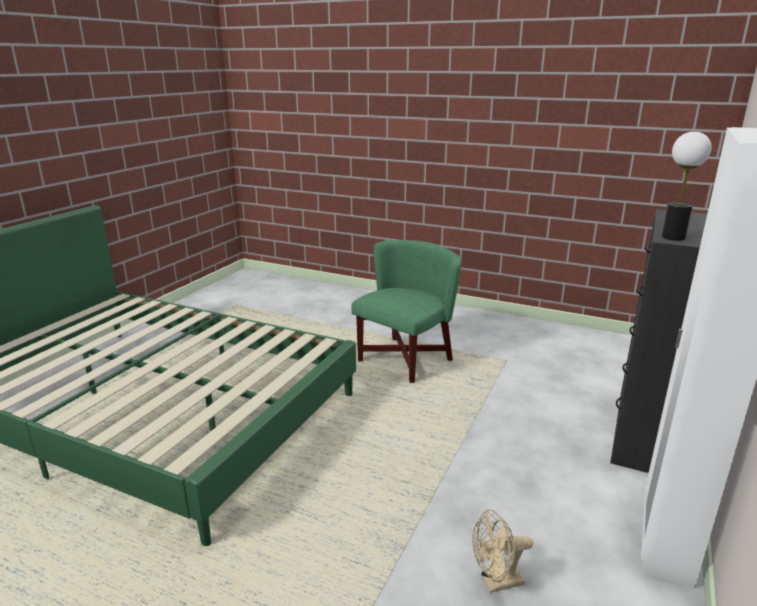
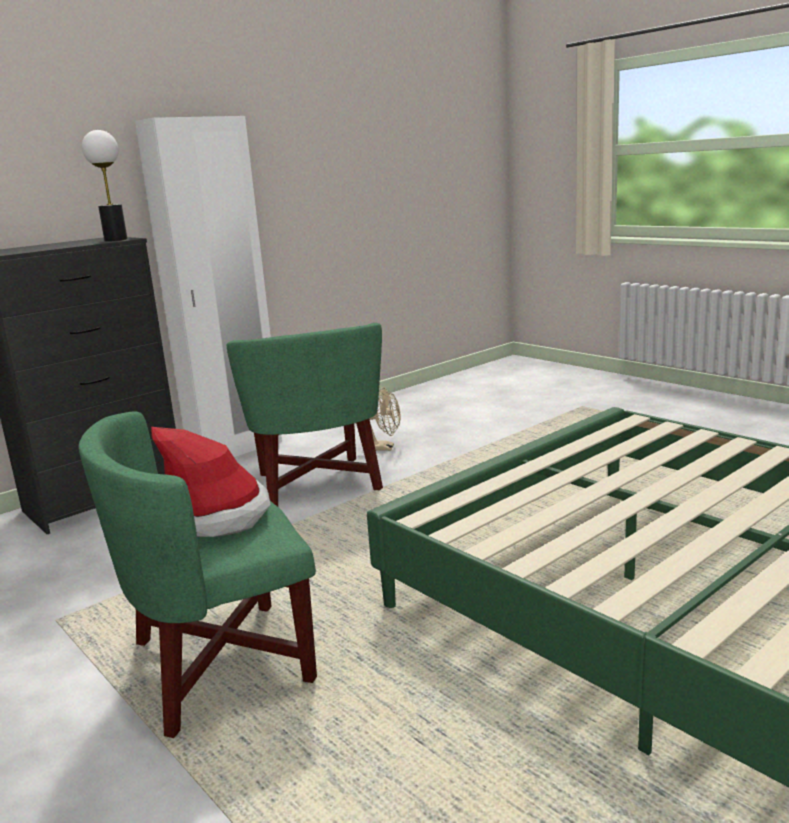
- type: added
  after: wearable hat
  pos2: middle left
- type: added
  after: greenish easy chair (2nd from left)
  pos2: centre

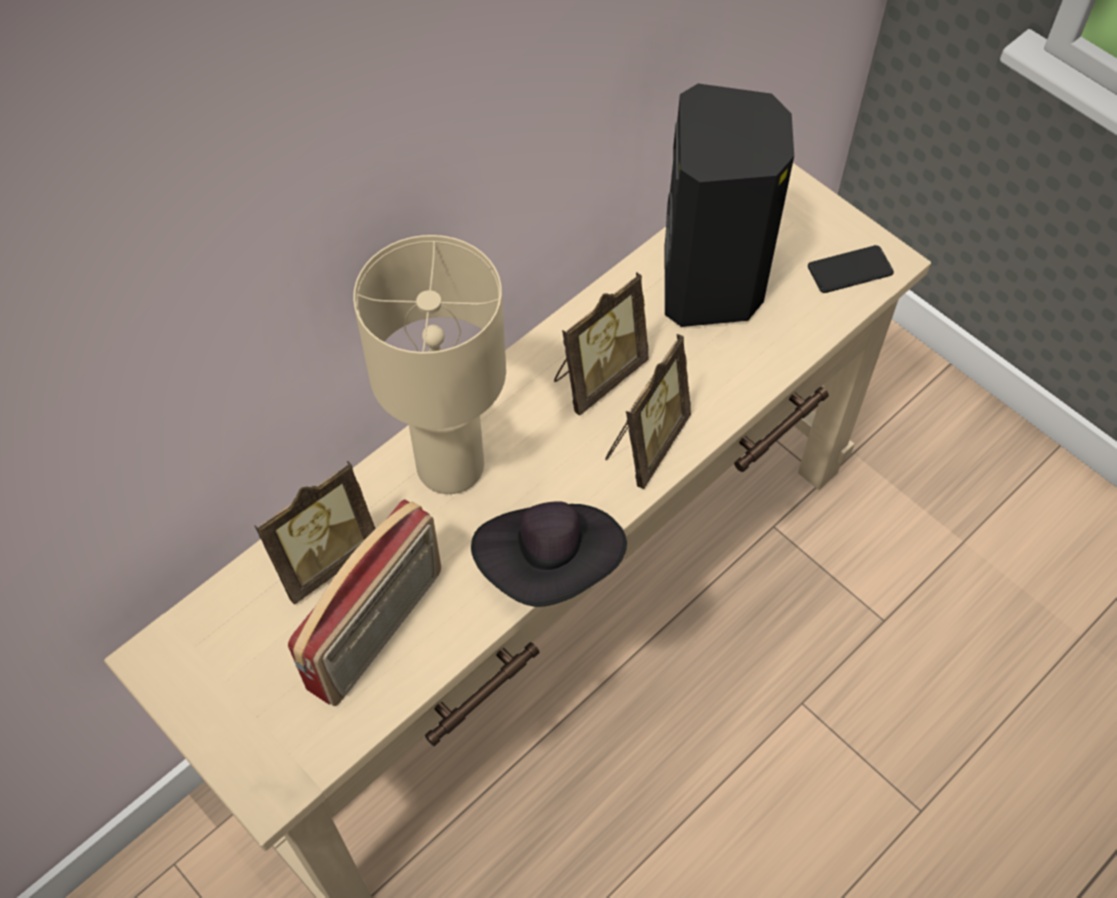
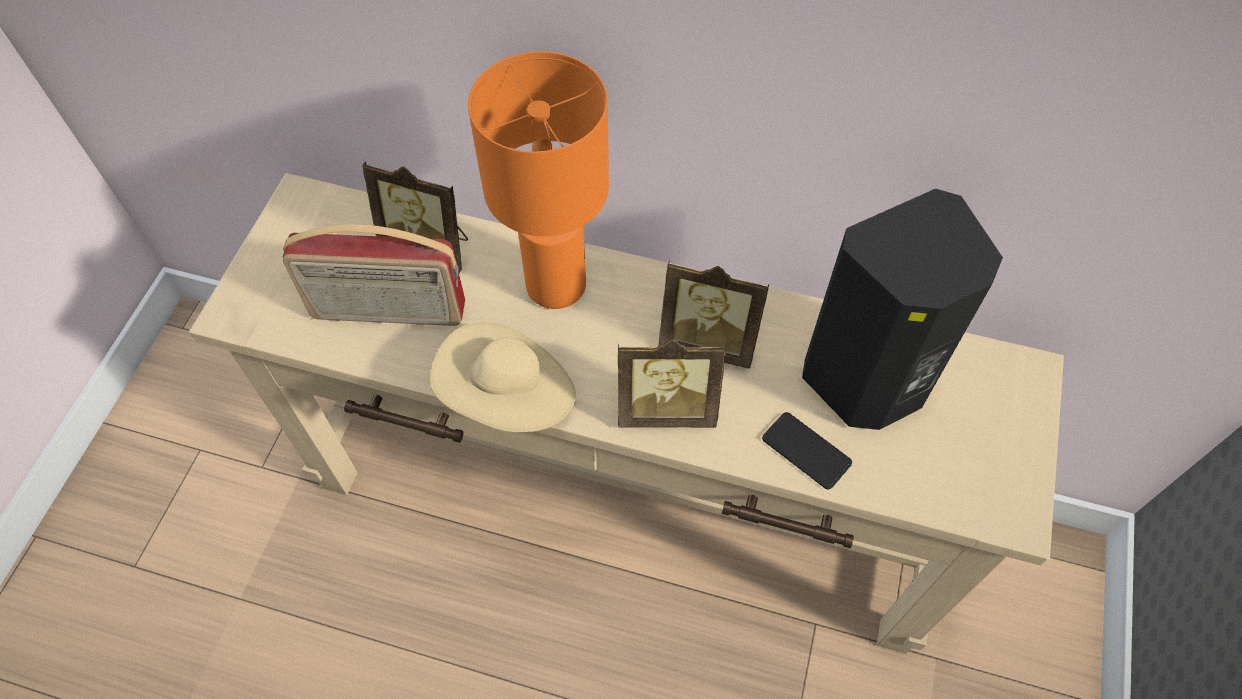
- type: moved
  before: handset
  pos1: top right
  pos2: centre
- type: recoloured
  before: sand-coloured tabletop lamp
  after: orangey tabletop lamp
  pos1: centre
  pos2: top centre
- type: recoloured
  before: black-coloured wearable hat
  after: sand-coloured wearable hat
  pos1: centre
  pos2: centre

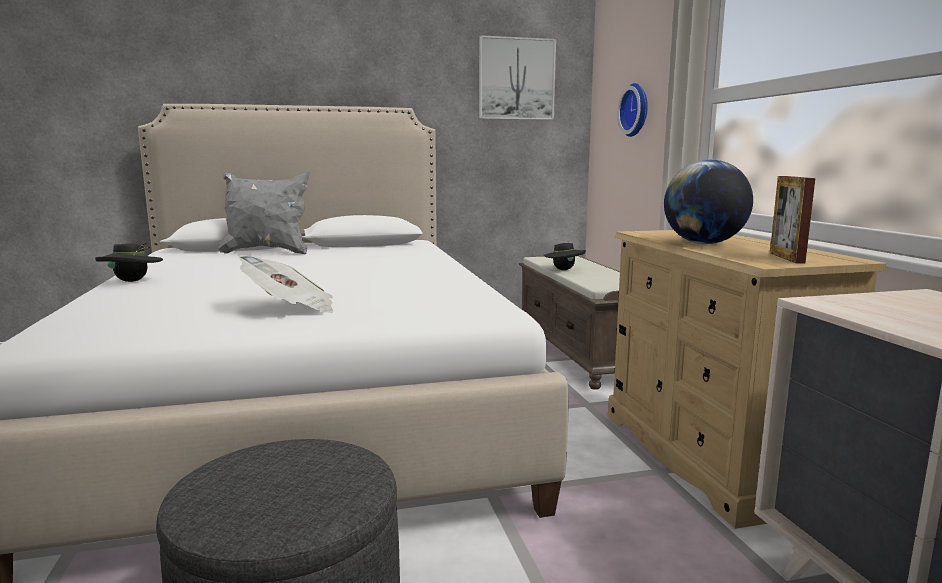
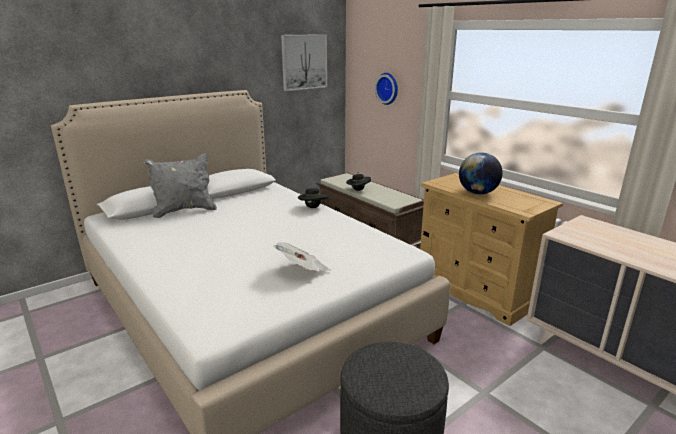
- type: removed
  before: photo frame
  pos1: middle right
- type: moved
  before: black-coloured wearable hat (1st from left)
  pos1: middle left
  pos2: centre

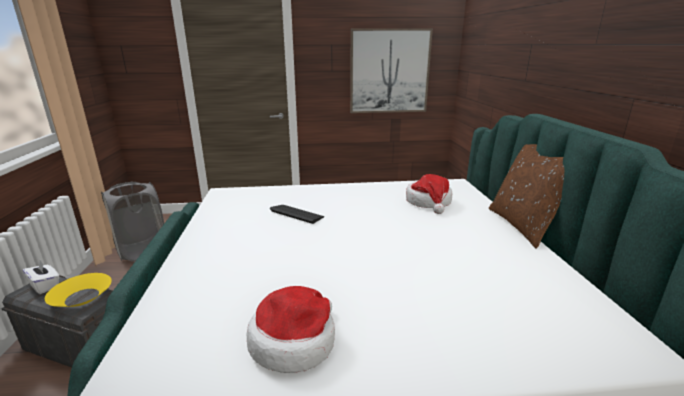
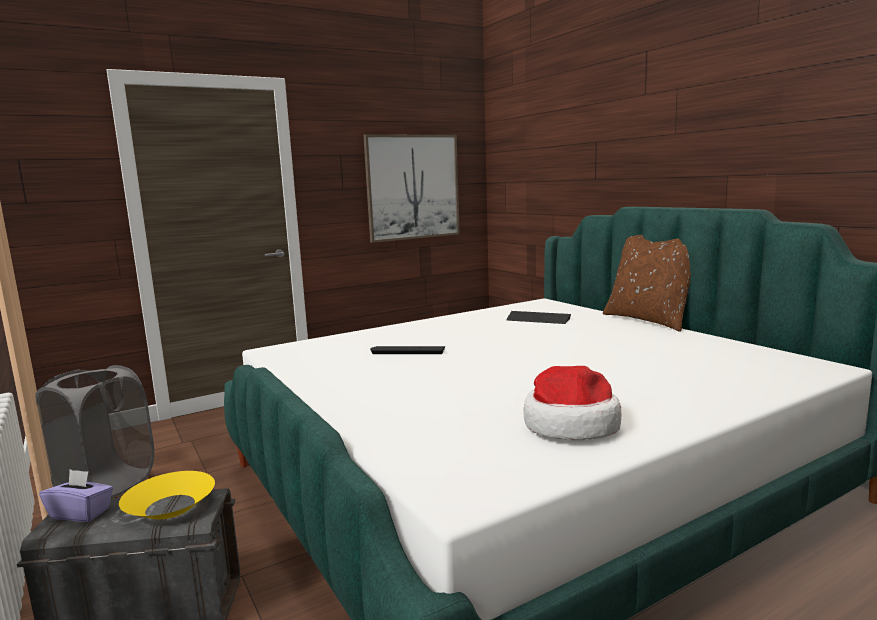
- type: replaced
  before: wearable hat (2nd from left)
  after: keyboard (2nd from left)
  pos1: centre
  pos2: centre
- type: recoloured
  before: whitish box of tissues
  after: purple box of tissues
  pos1: bottom left
  pos2: bottom left

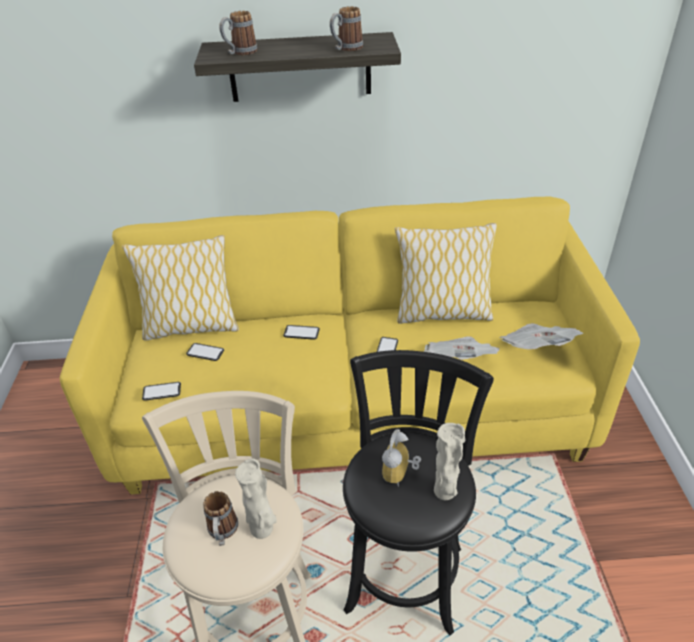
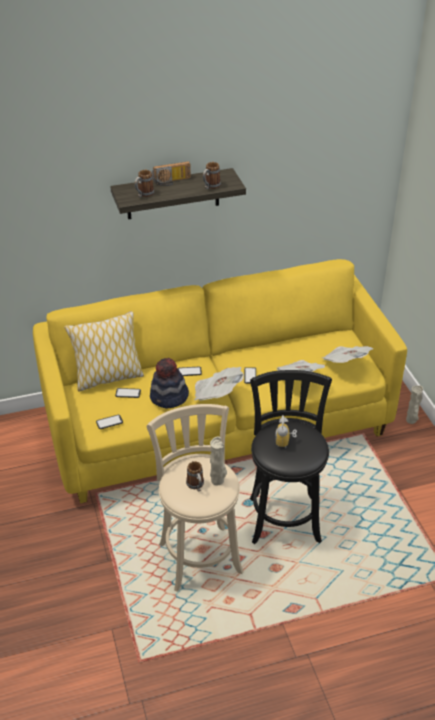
- type: removed
  before: pillow (2nd from left)
  pos1: centre
- type: added
  after: wearable hat
  pos2: centre
- type: added
  after: radio set
  pos2: top centre
- type: added
  after: printed paper (1st from left)
  pos2: centre
- type: moved
  before: sand-coloured decorative vase (2nd from left)
  pos1: bottom centre
  pos2: middle right

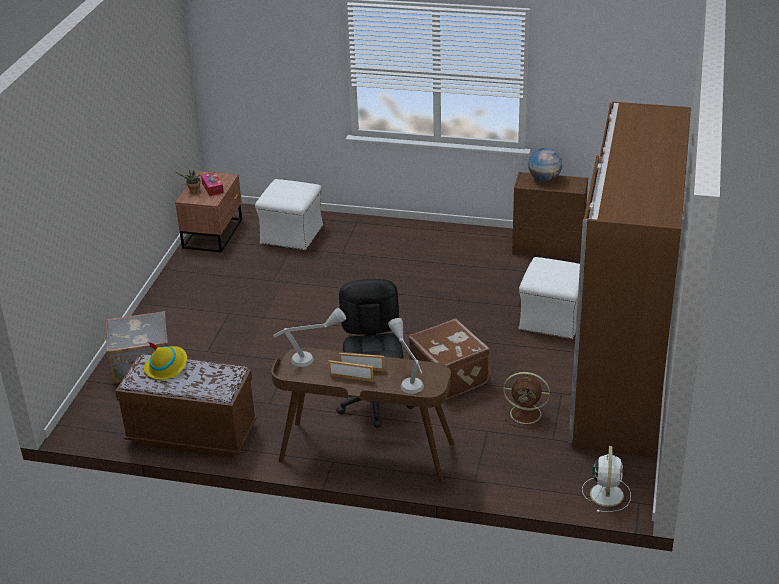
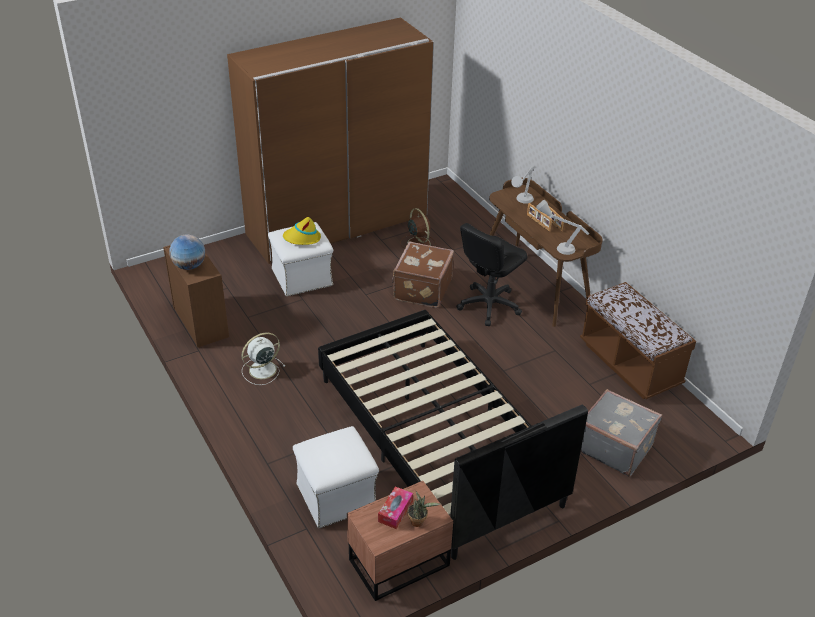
- type: added
  after: black-coloured sleeping bed
  pos2: bottom centre
- type: moved
  before: yellow-coloured wearable hat
  pos1: middle left
  pos2: centre
- type: moved
  before: whitish electric fan
  pos1: bottom right
  pos2: middle left

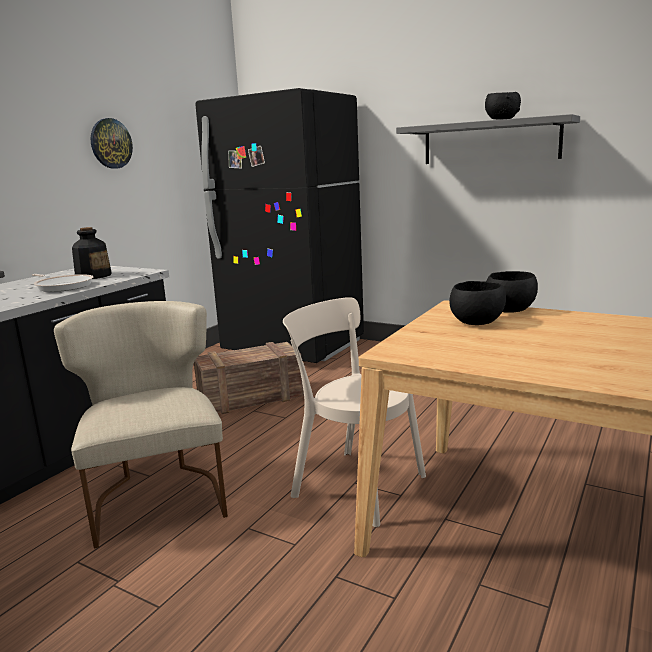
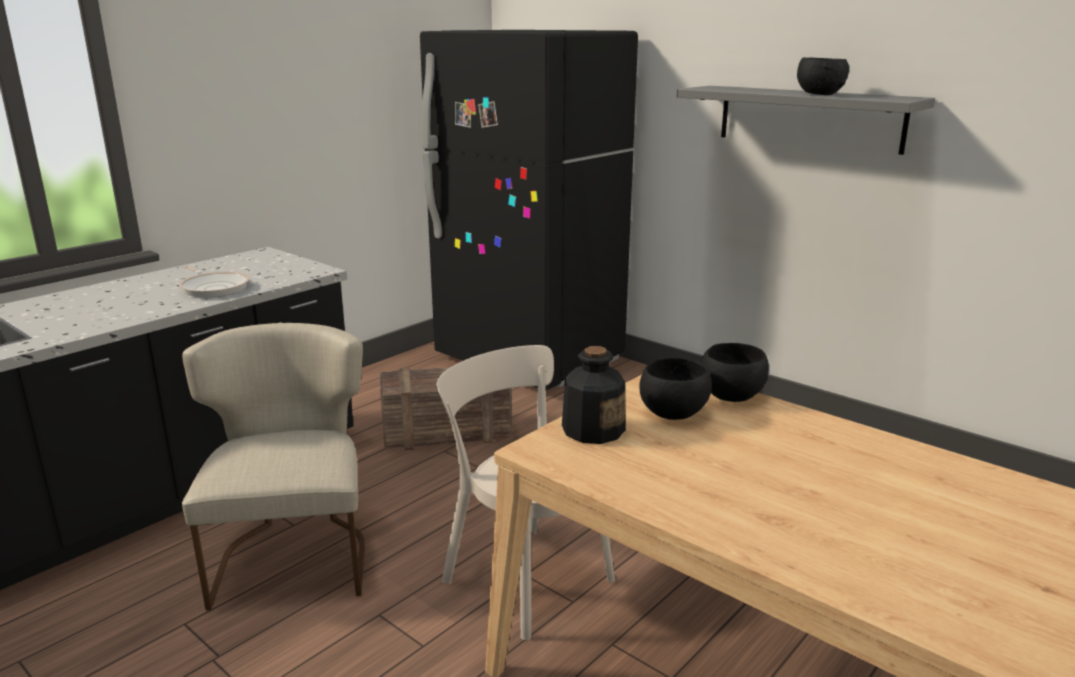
- type: removed
  before: clock on the wall
  pos1: top left
- type: moved
  before: beverage bottle
  pos1: middle left
  pos2: centre

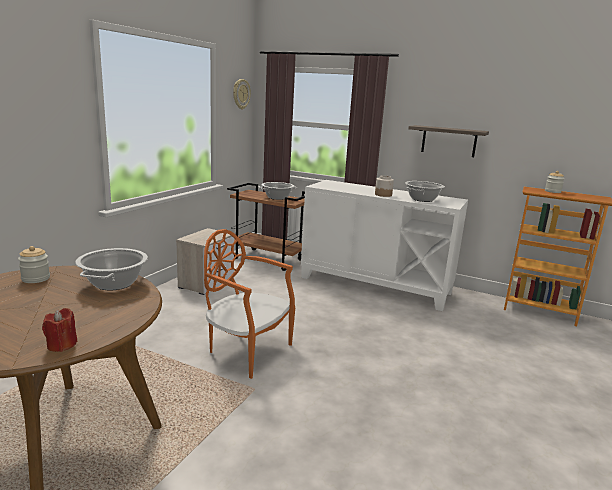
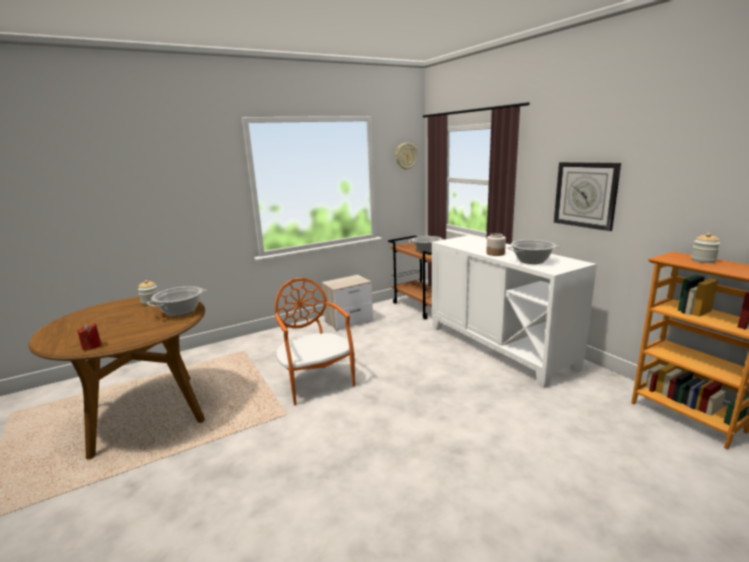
- type: replaced
  before: bracket shelf
  after: clock on the wall (2nd from left)
  pos1: top right
  pos2: middle right

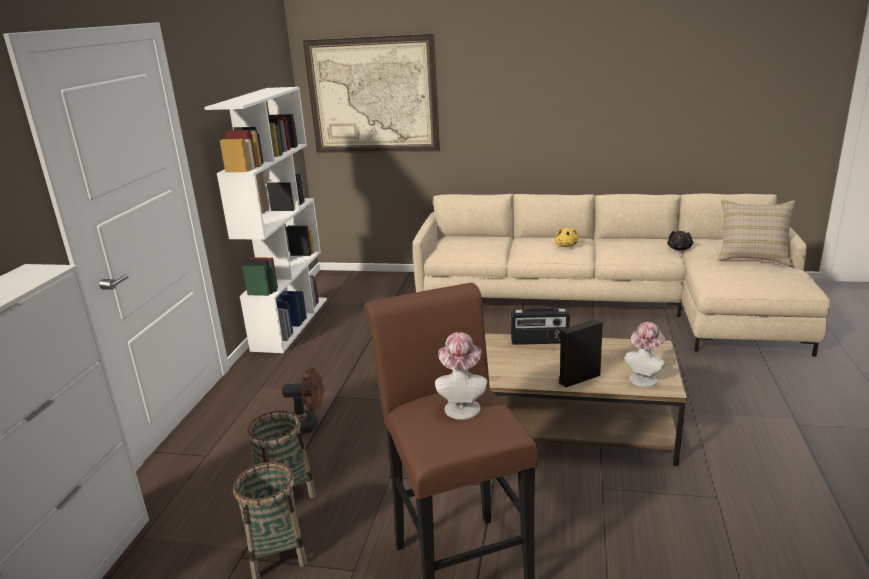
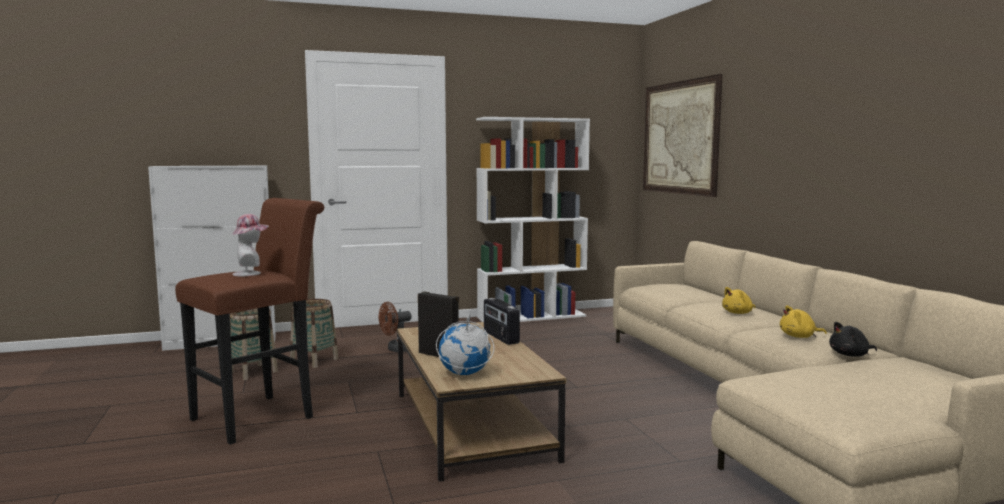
- type: removed
  before: sand-coloured pillow
  pos1: middle right
- type: added
  after: yellow-coloured cuddly toy (2nd from left)
  pos2: middle right
- type: replaced
  before: wearable hat (2nd from left)
  after: world globe
  pos1: middle right
  pos2: bottom centre
- type: turned
  before: brownish electric fan
  pos1: bottom centre
  pos2: centre
  turn: 90

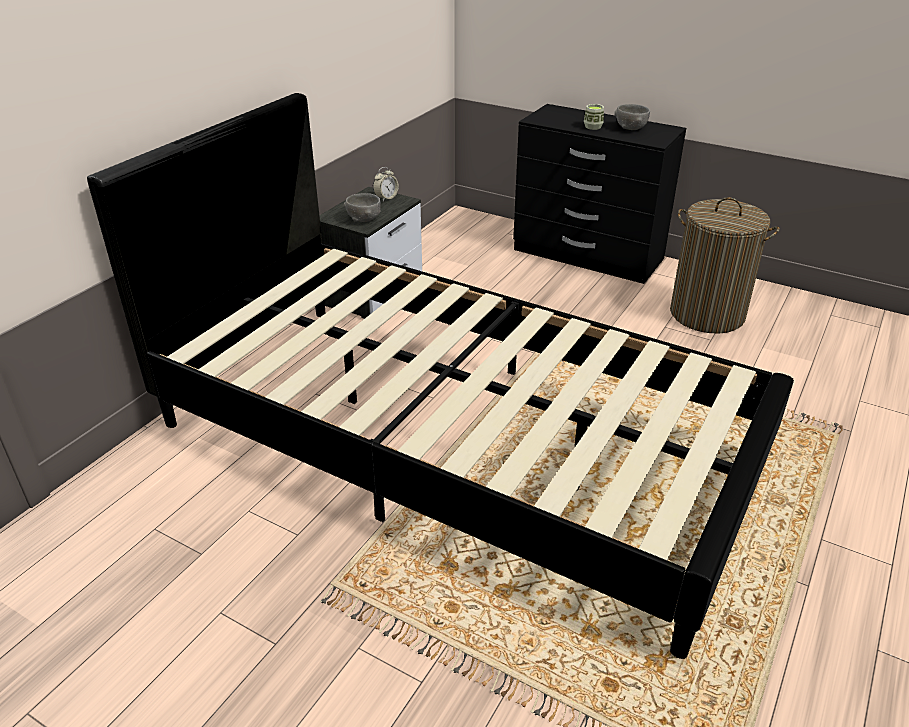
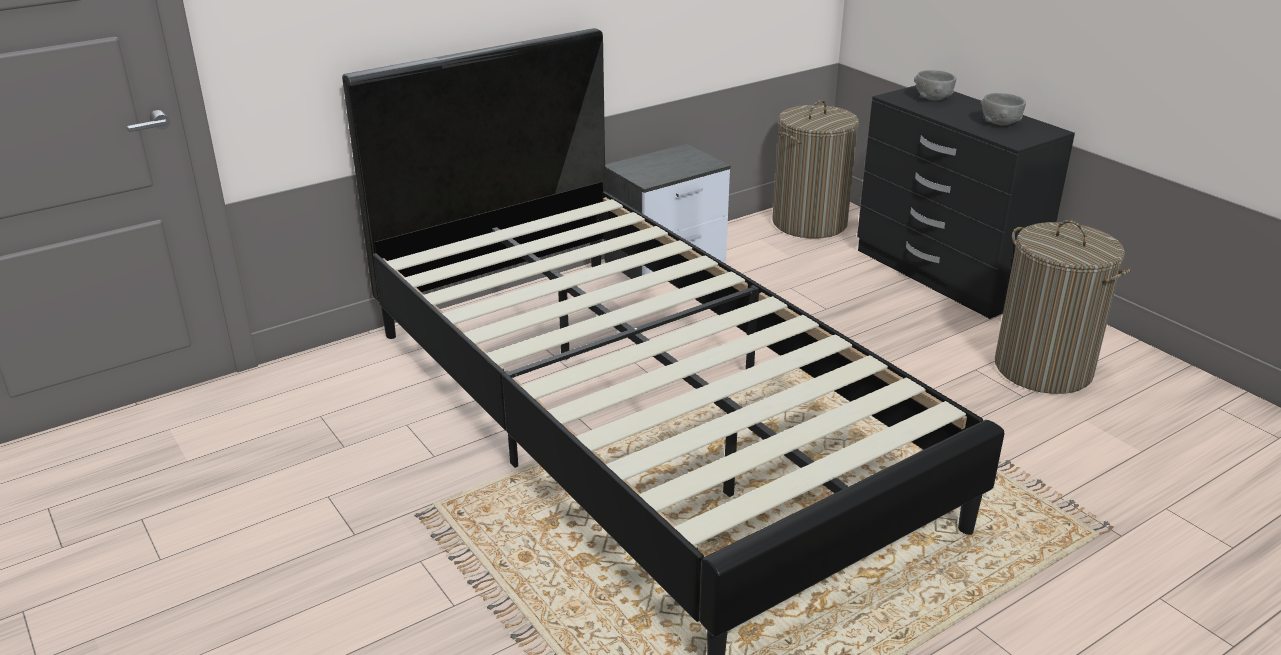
- type: removed
  before: table clock
  pos1: top centre
- type: removed
  before: drinking cup
  pos1: top centre
- type: added
  after: hamper (1st from left)
  pos2: top centre
- type: moved
  before: greyish serving bowl (1st from left)
  pos1: top centre
  pos2: top right

